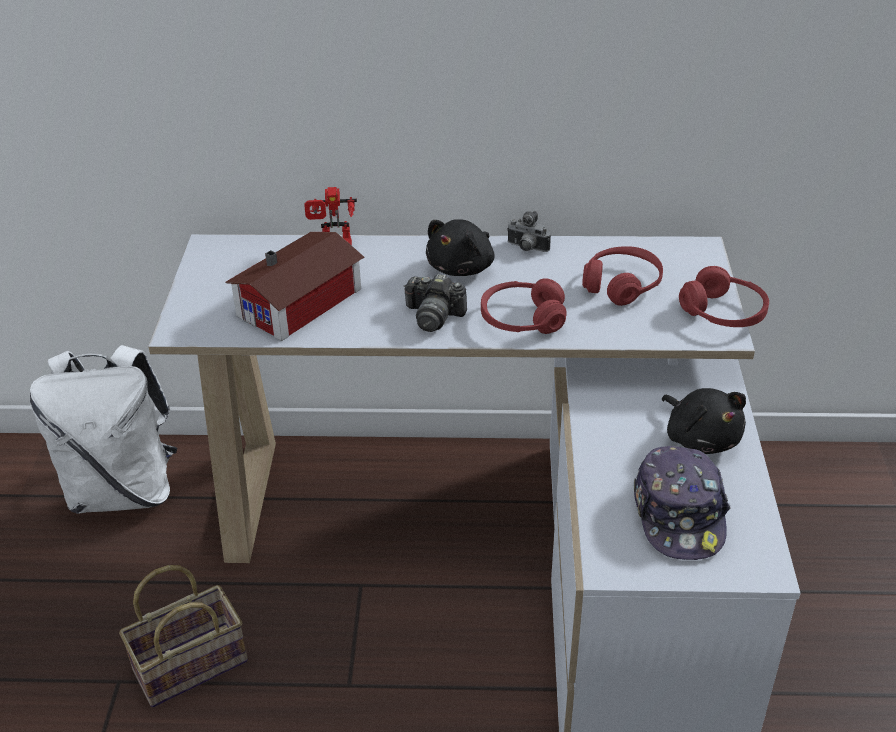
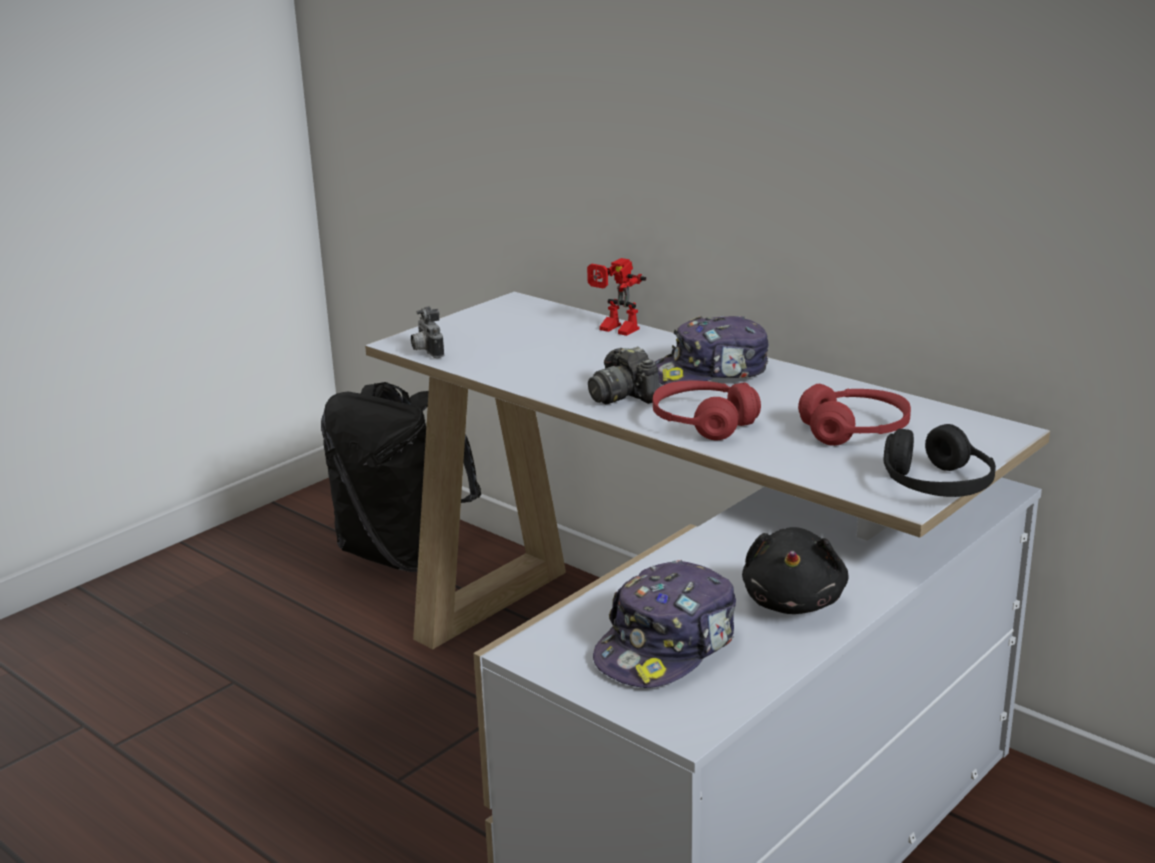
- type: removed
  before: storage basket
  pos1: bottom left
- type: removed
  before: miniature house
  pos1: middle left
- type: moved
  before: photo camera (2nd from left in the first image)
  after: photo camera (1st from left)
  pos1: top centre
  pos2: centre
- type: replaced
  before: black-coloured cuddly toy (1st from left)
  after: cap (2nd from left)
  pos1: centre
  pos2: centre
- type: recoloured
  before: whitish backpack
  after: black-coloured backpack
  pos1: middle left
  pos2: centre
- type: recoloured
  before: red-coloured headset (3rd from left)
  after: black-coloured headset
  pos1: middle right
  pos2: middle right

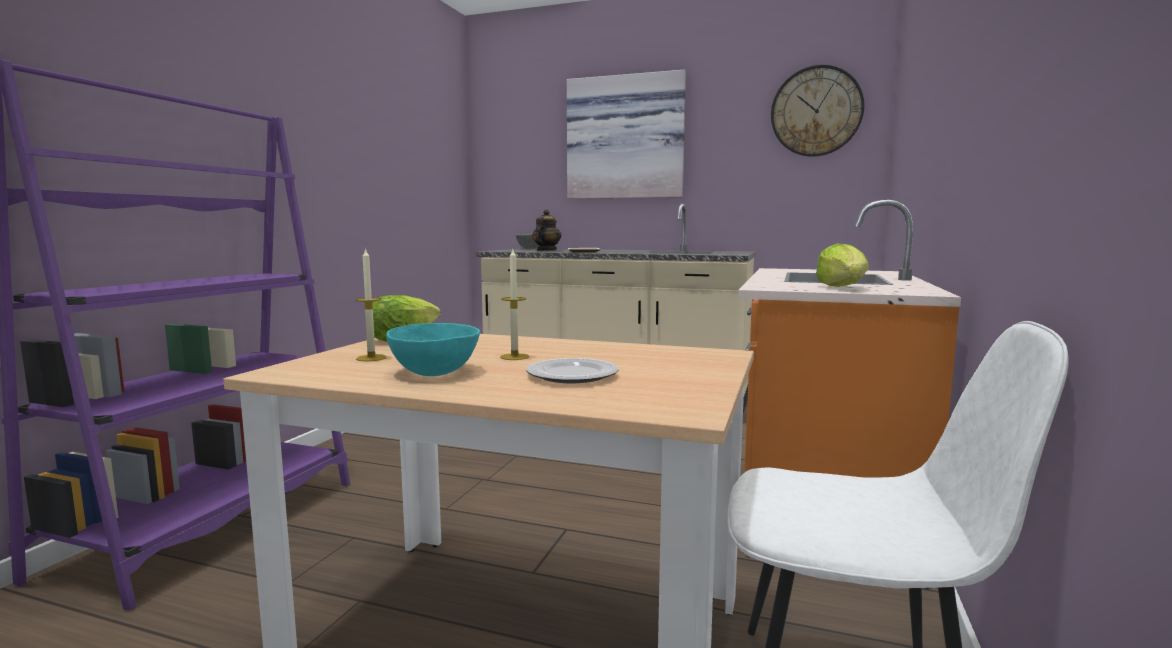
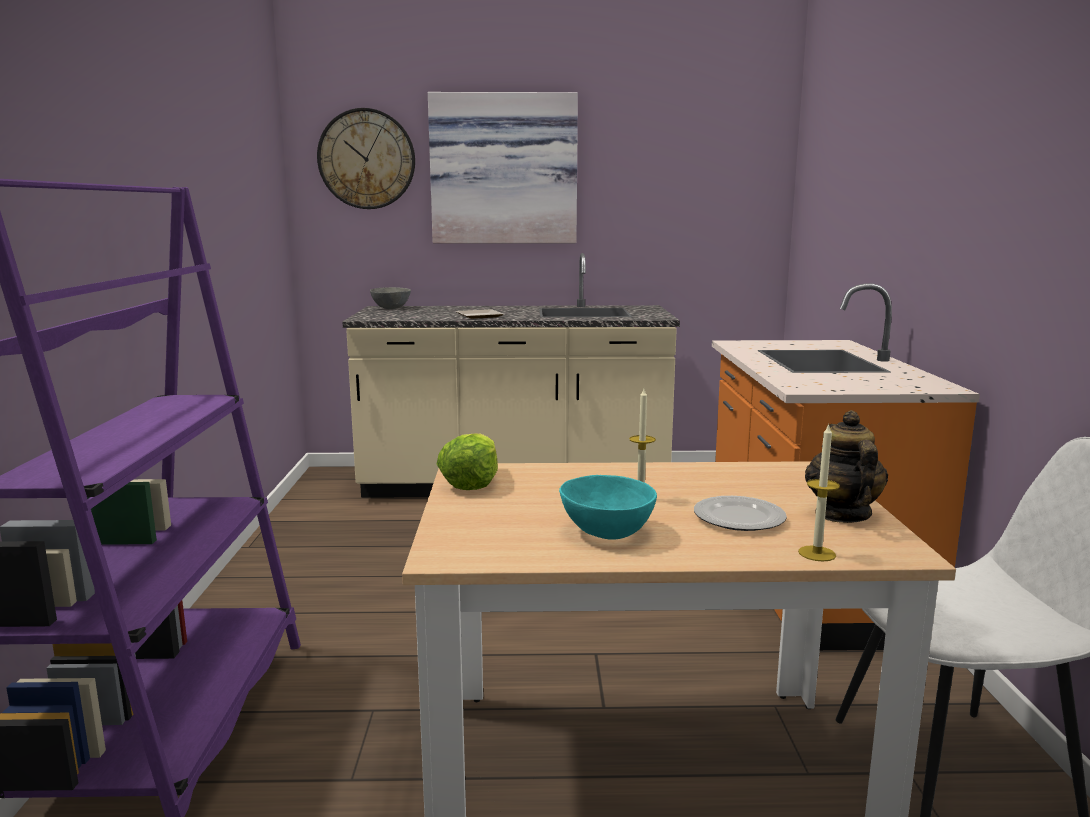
- type: removed
  before: head of lettuce (2nd from left)
  pos1: middle right
- type: moved
  before: wax light (1st from left in the first image)
  after: wax light (2nd from left)
  pos1: middle left
  pos2: middle right
- type: moved
  before: tea pot
  pos1: centre
  pos2: middle right
- type: moved
  before: clock on the wall
  pos1: top right
  pos2: top centre

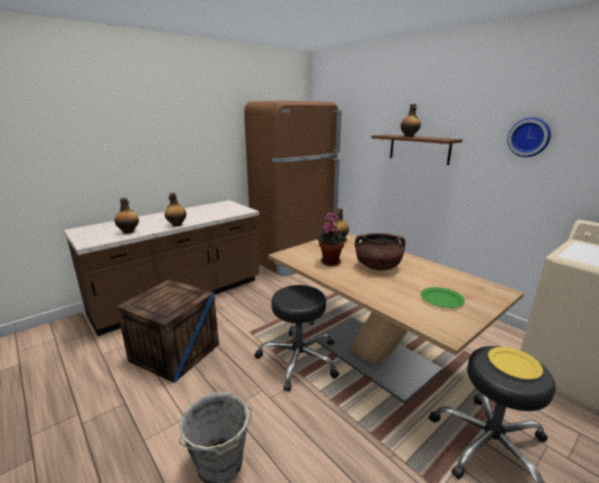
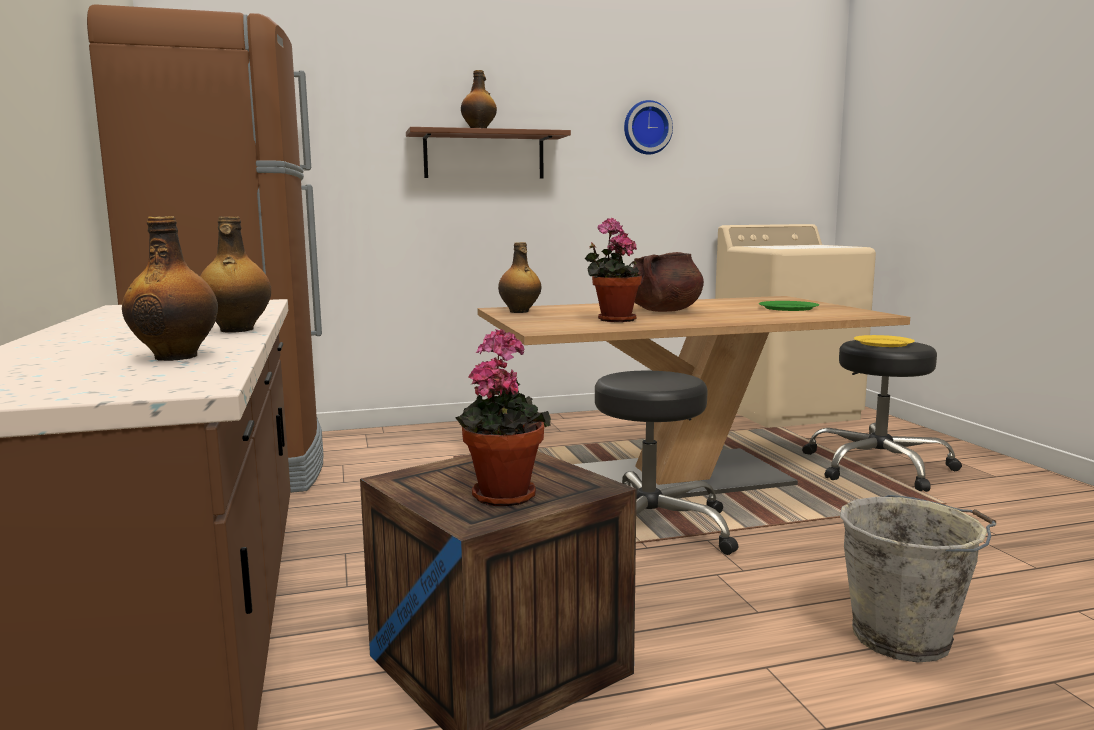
- type: added
  after: potted plant (1st from left)
  pos2: centre

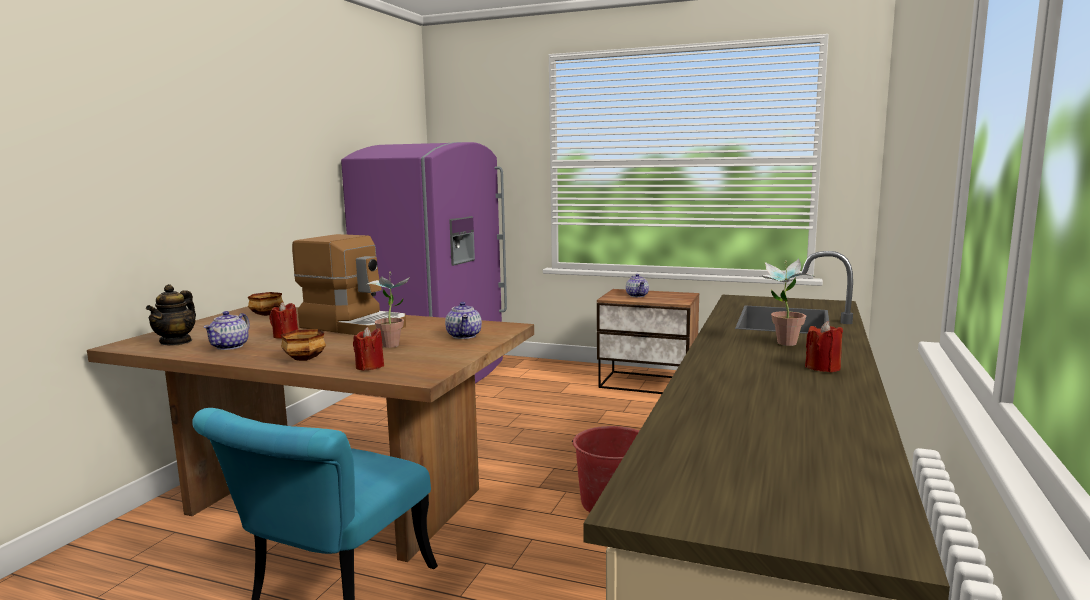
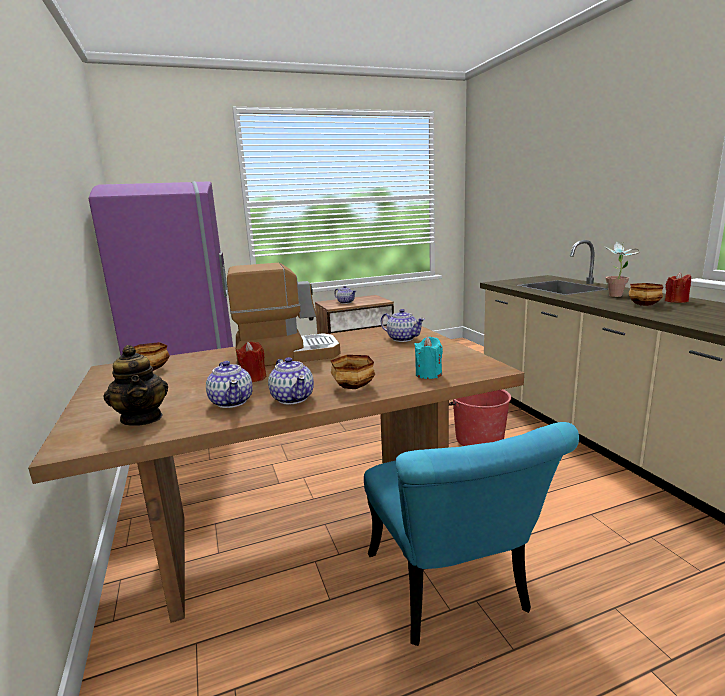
- type: removed
  before: potted plant (1st from left)
  pos1: centre
- type: added
  after: tea pot (3rd from left)
  pos2: centre
- type: added
  after: serving bowl (3rd from left)
  pos2: middle right
- type: recoloured
  before: red-coloured wax light (2nd from left)
  after: blue-green wax light
  pos1: centre
  pos2: centre

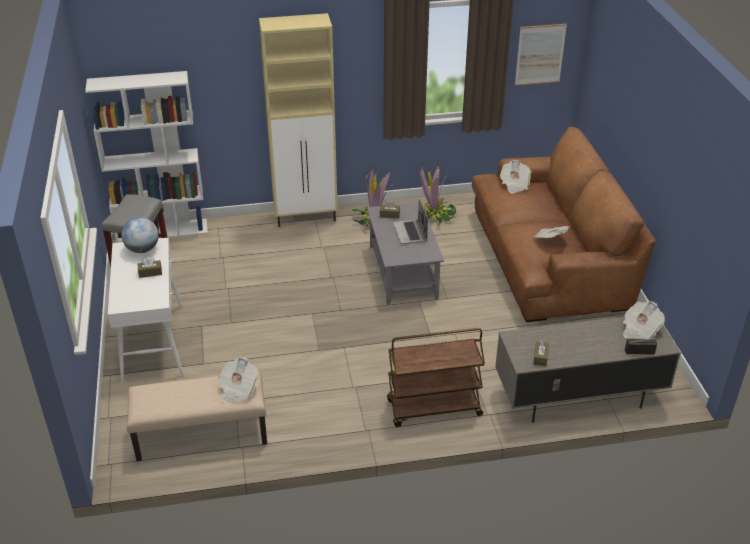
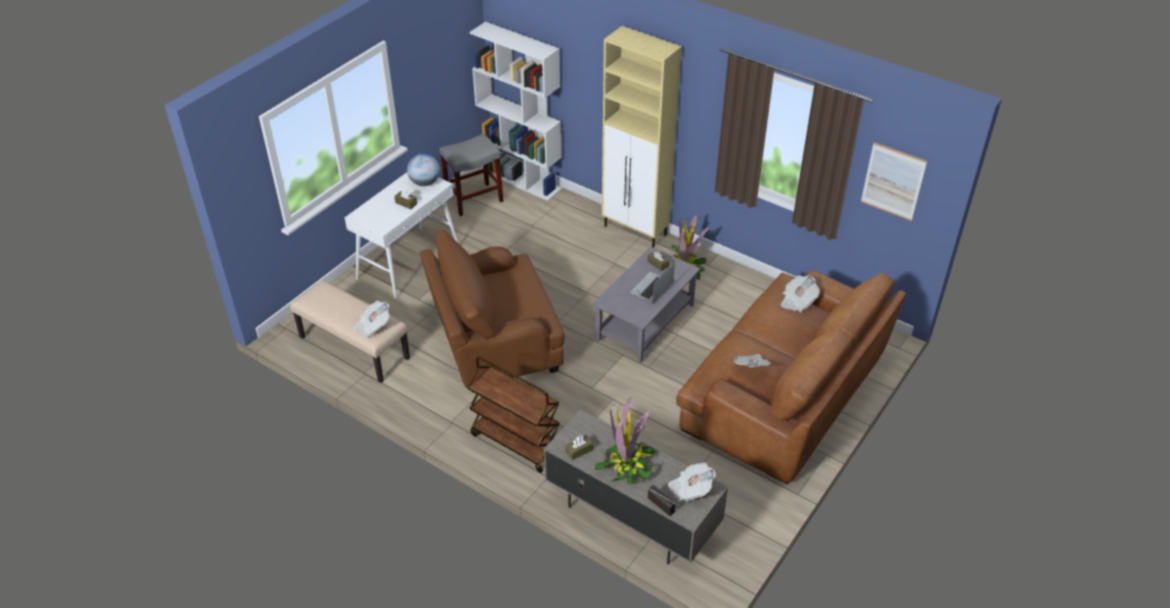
- type: added
  after: brownish easy chair
  pos2: centre
- type: moved
  before: potted plant (2nd from left in the first image)
  after: potted plant (1st from left)
  pos1: centre
  pos2: bottom centre

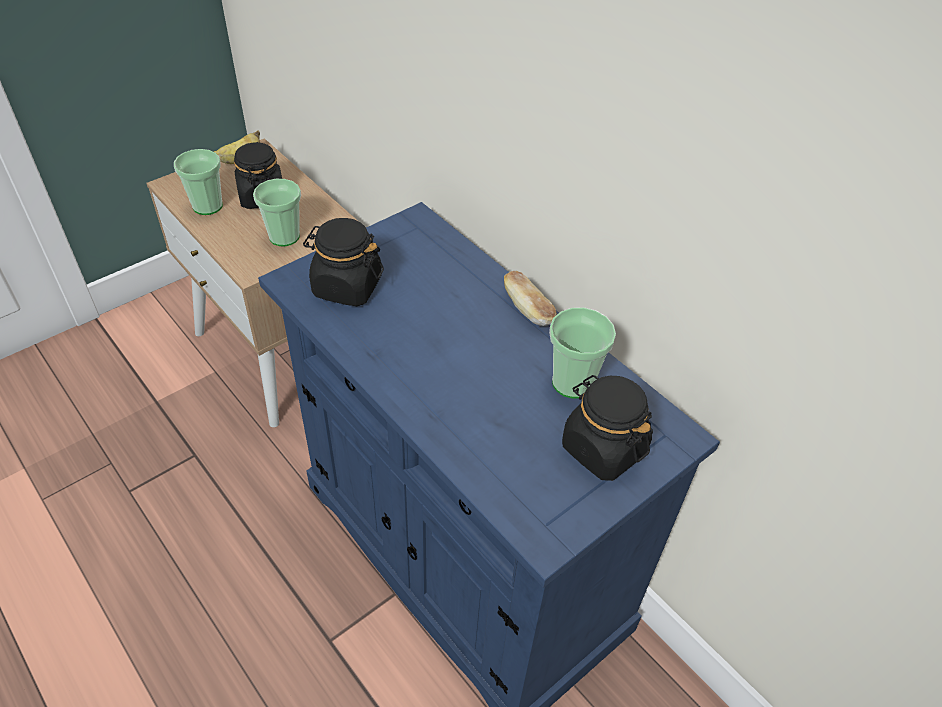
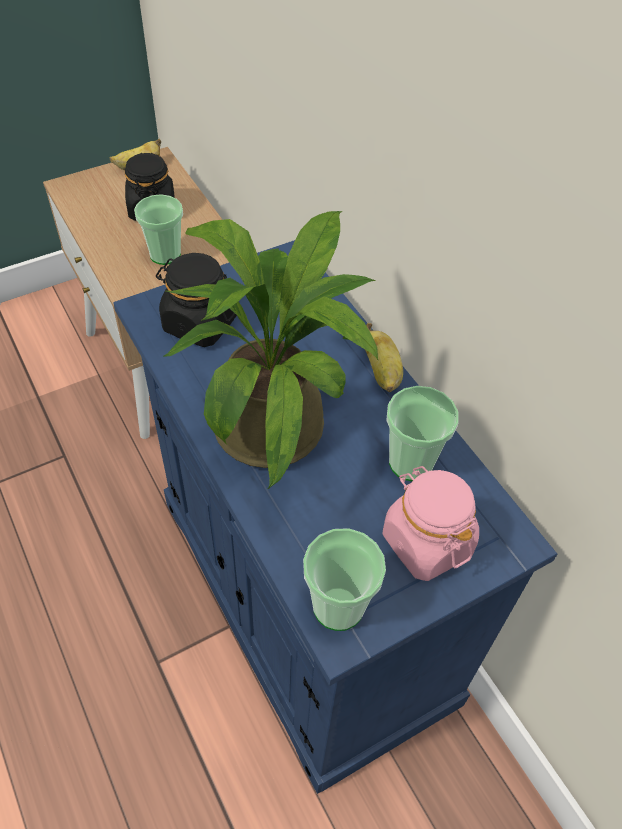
- type: added
  after: potted plant
  pos2: centre
- type: moved
  before: drinking cup (1st from left in the first image)
  after: drinking cup (2nd from left)
  pos1: top left
  pos2: bottom centre
- type: replaced
  before: bread
  after: banana fruit (2nd from left)
  pos1: centre
  pos2: centre
- type: recoloured
  before: black-coloured preserve jar (3rd from left)
  after: pinkish preserve jar
  pos1: centre
  pos2: middle right

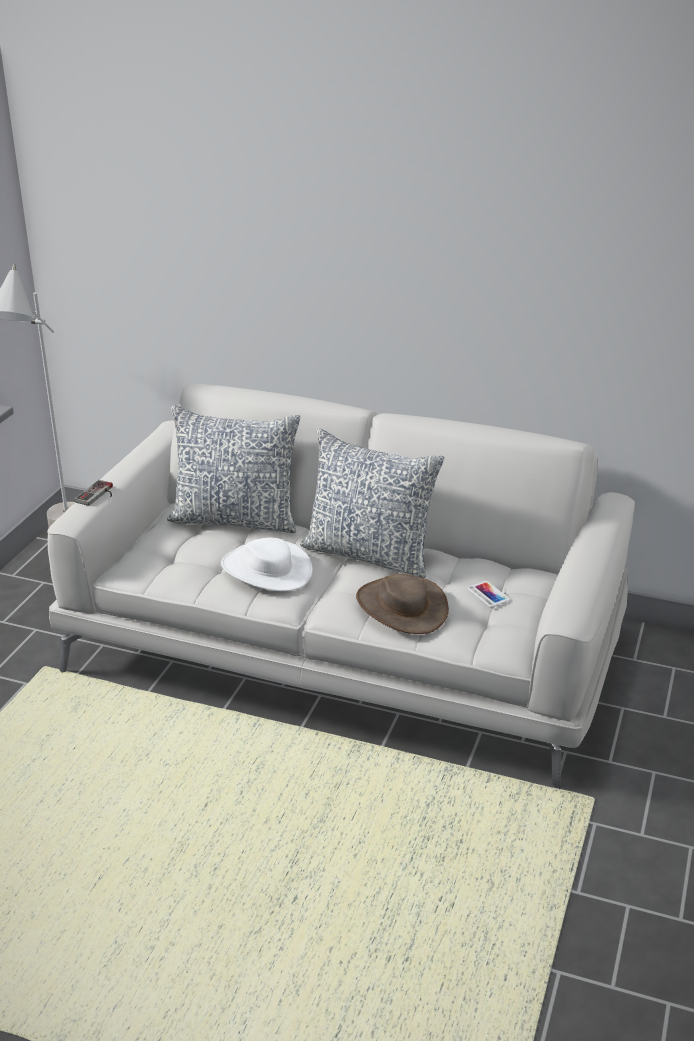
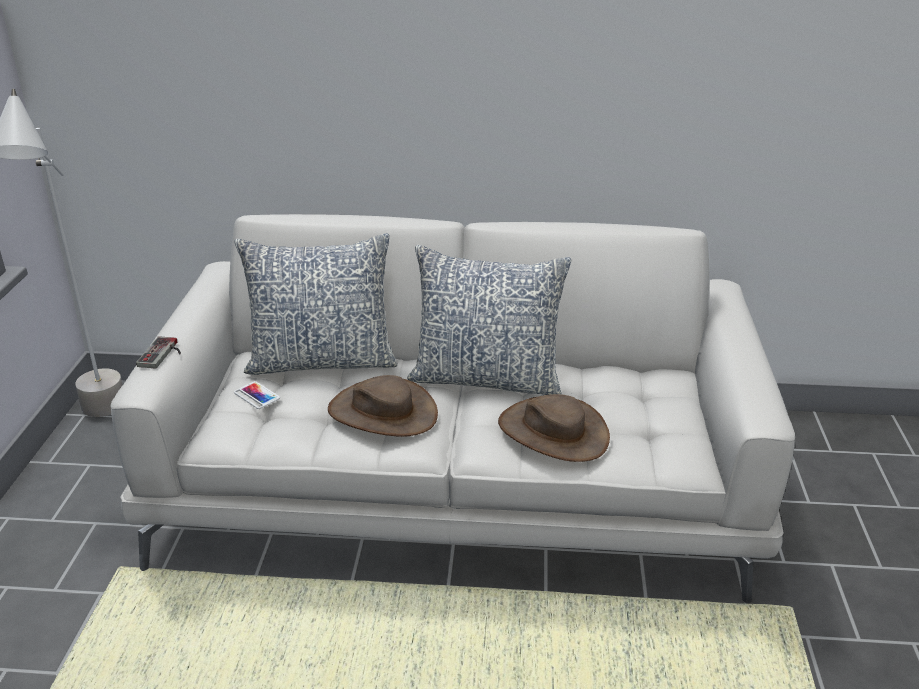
- type: moved
  before: handset
  pos1: middle right
  pos2: middle left
- type: recoloured
  before: whitish wearable hat
  after: brownish wearable hat (1st from left)
  pos1: centre
  pos2: centre

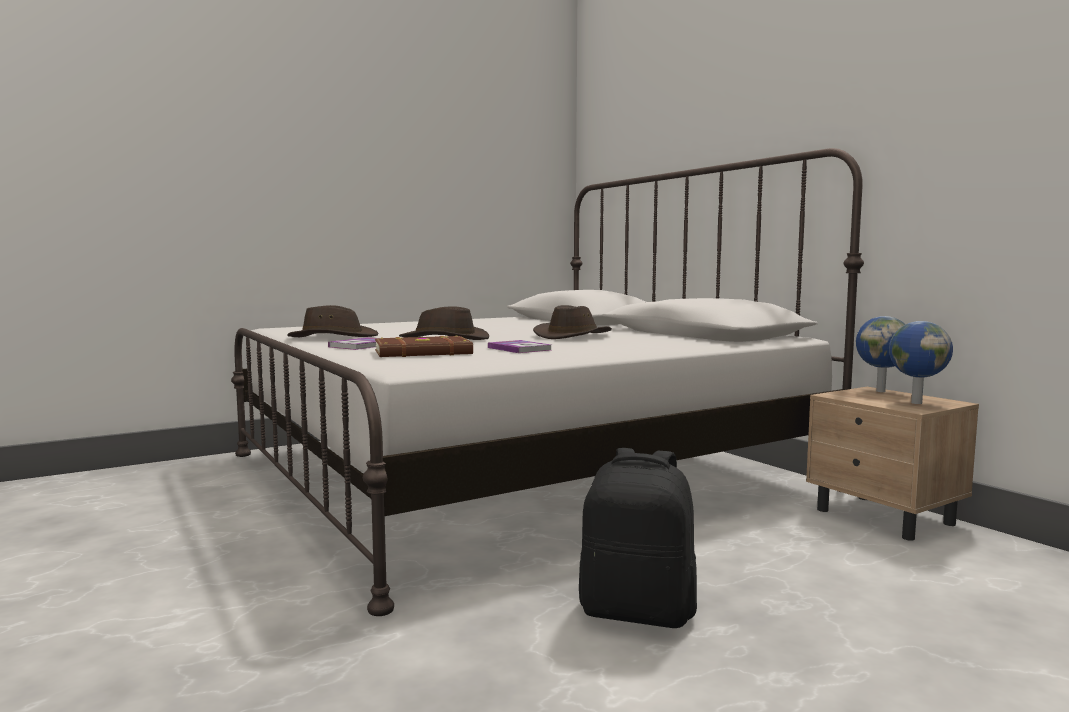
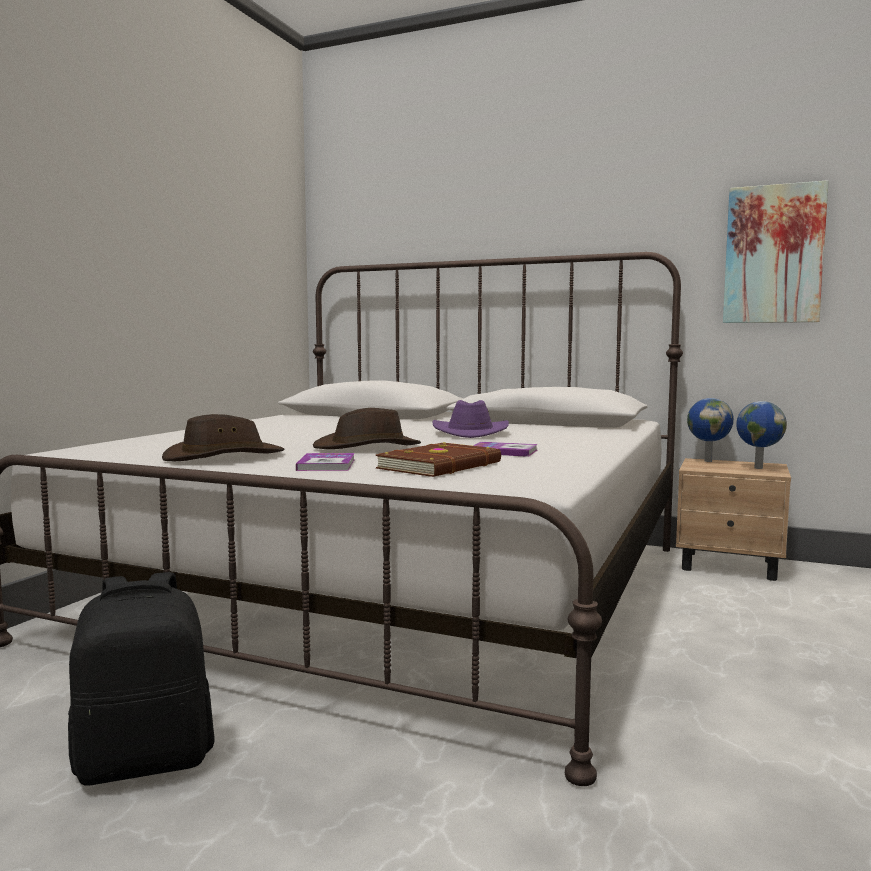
- type: added
  after: wall art
  pos2: top right
- type: moved
  before: black-coloured backpack
  pos1: bottom centre
  pos2: bottom left
- type: recoloured
  before: brownish wearable hat (3rd from left)
  after: purple wearable hat
  pos1: centre
  pos2: centre

